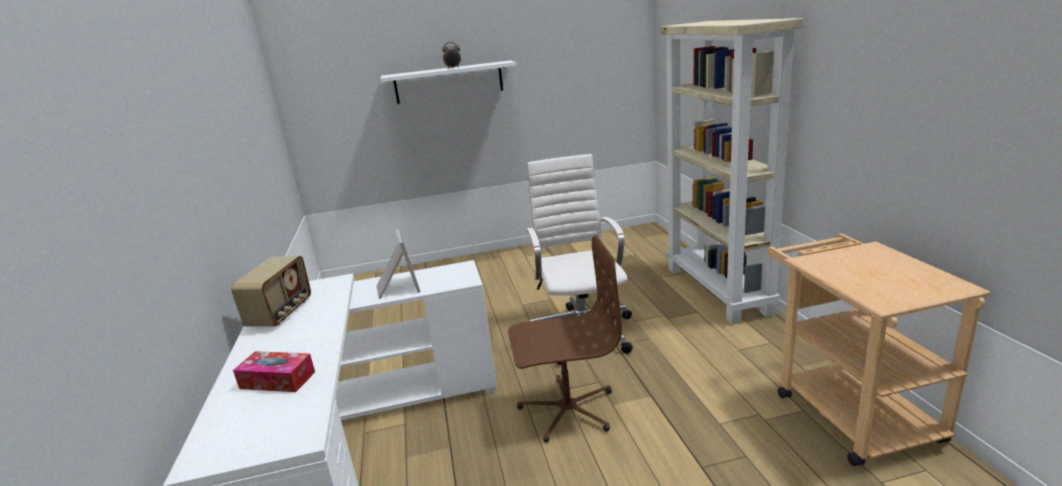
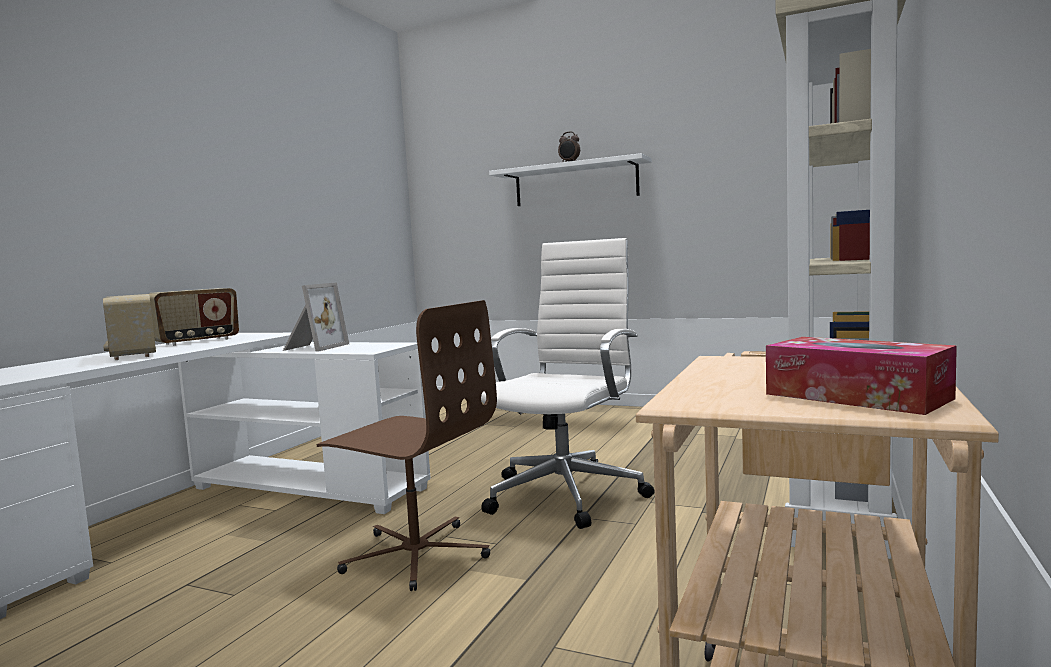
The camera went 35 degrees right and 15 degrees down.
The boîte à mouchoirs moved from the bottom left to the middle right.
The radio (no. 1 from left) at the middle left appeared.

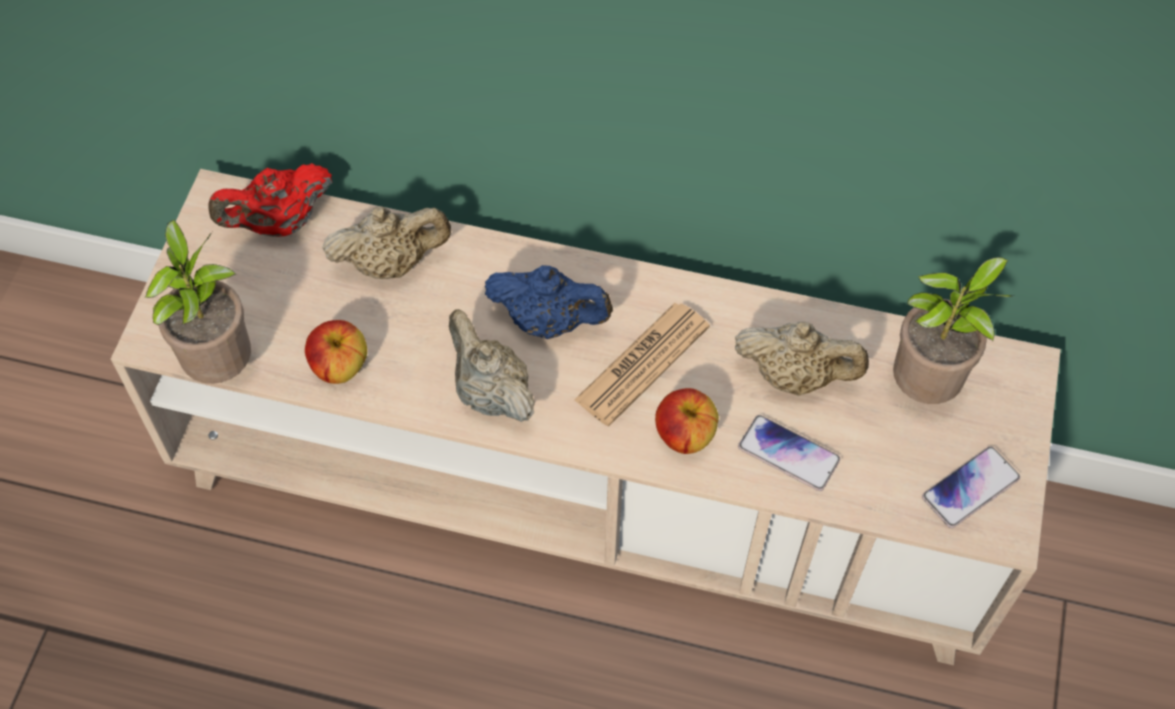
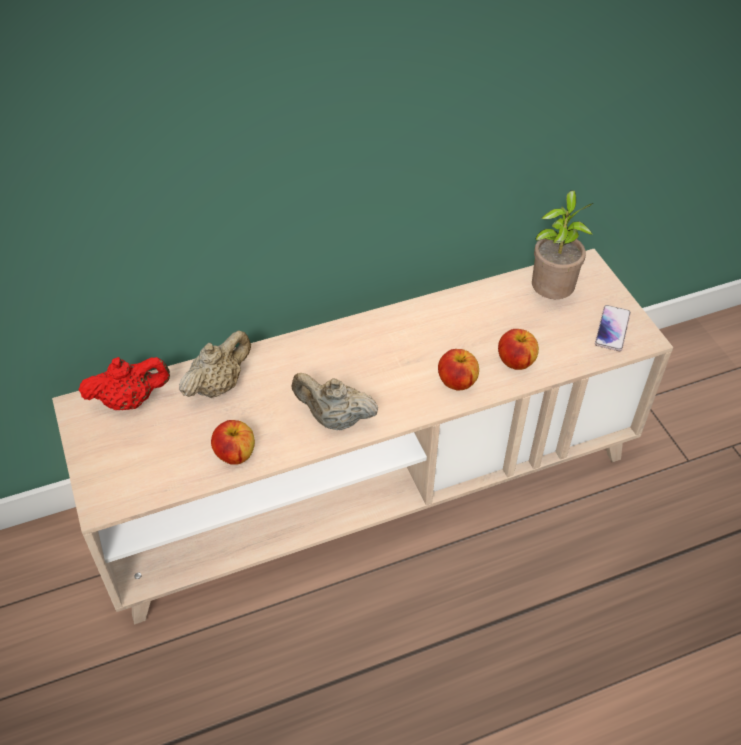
The camera went 35 degrees left and 10 degrees down.
The plante en pot (no. 1 from left) at the middle left disappeared.
The théière/rouge at the top left turned 135 degrees counterclockwise.
The théière/bleu at the centre disappeared.
The journal at the centre disappeared.
The théière/beige (no. 3 from left) at the middle right disappeared.
The téléphone (no. 1 from left) at the middle right was replaced by the pomme (no. 3 from left) at the middle right.

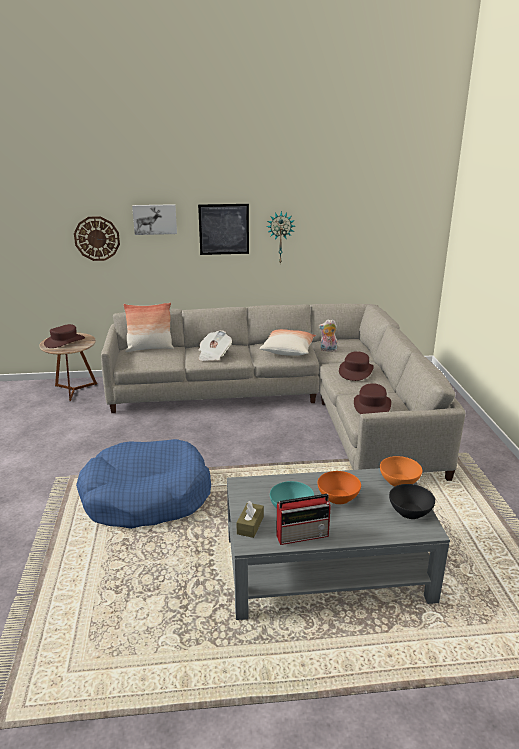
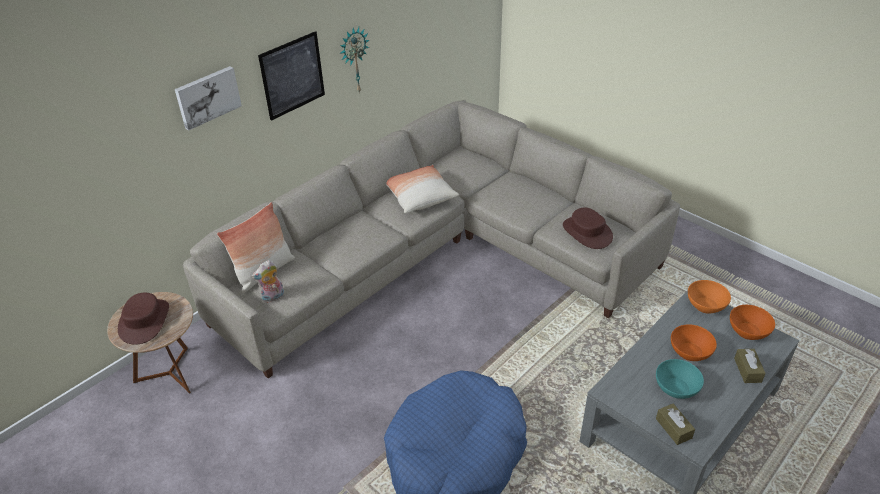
The camera went 40 degrees left and 15 degrees up.
The horloge murale (no. 1 from left) at the top left disappeared.
The journal at the centre disappeared.
The radio at the bottom centre disappeared.
The peluche moved from the centre to the middle left.
The chapeau/marron (no. 2 from left) at the middle right disappeared.
The bol/noir at the bottom right became the bol/orange (no. 3 from left) at the middle right.
The boîte à mouchoirs/marron (no. 2 from left) at the bottom right appeared.

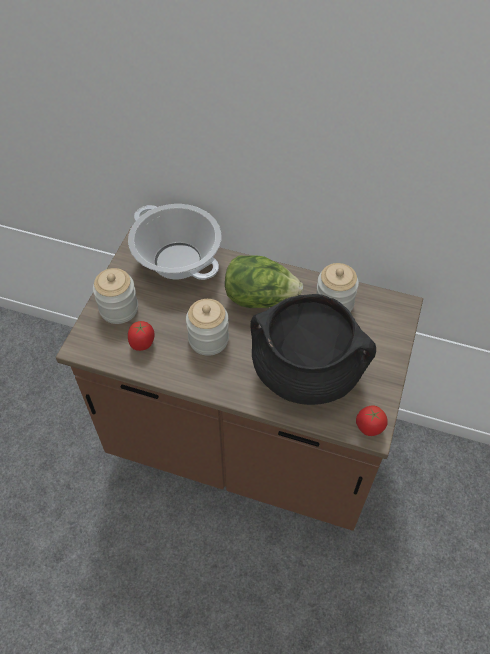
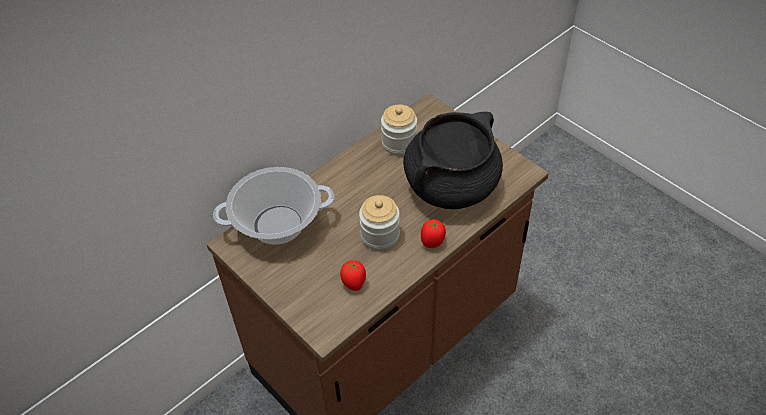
The camera went 60 degrees left and 5 degrees down.
The bocal (no. 1 from left) at the middle left disappeared.
The laitue at the centre disappeared.
The tomate (no. 2 from left) moved from the middle right to the centre.

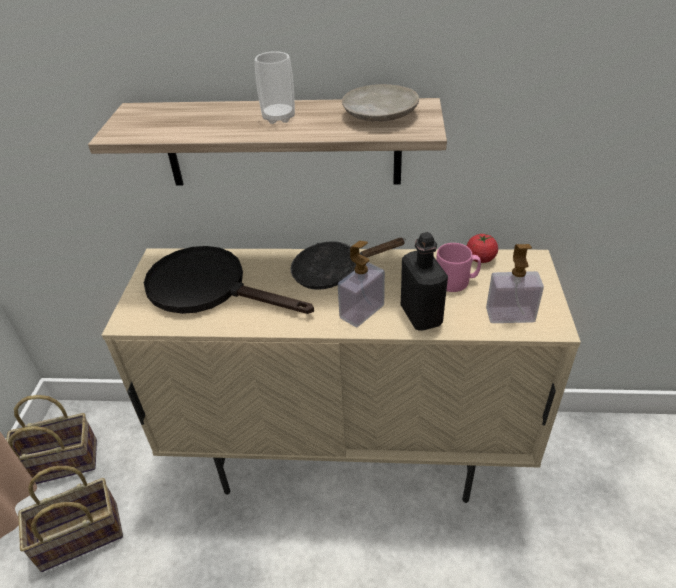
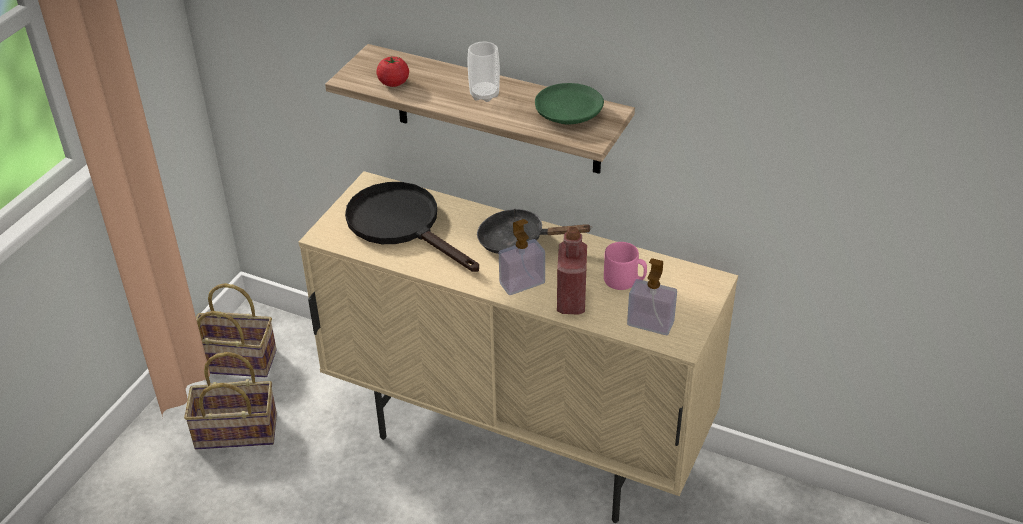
The camera went 20 degrees right and 0 degrees up.
The assiette/beige at the top centre became the assiette/vert at the top centre.
The bouteille/noir at the centre became the bouteille/rouge at the centre.
The tomate moved from the middle right to the top centre.

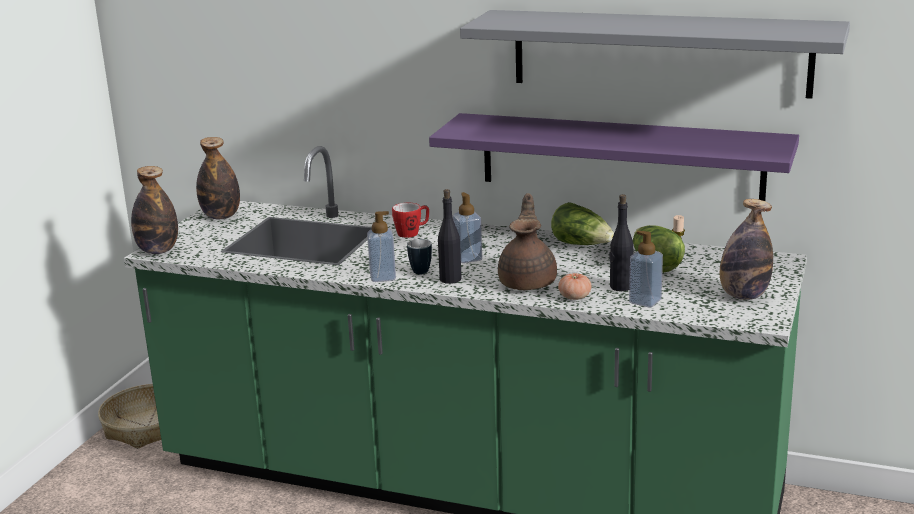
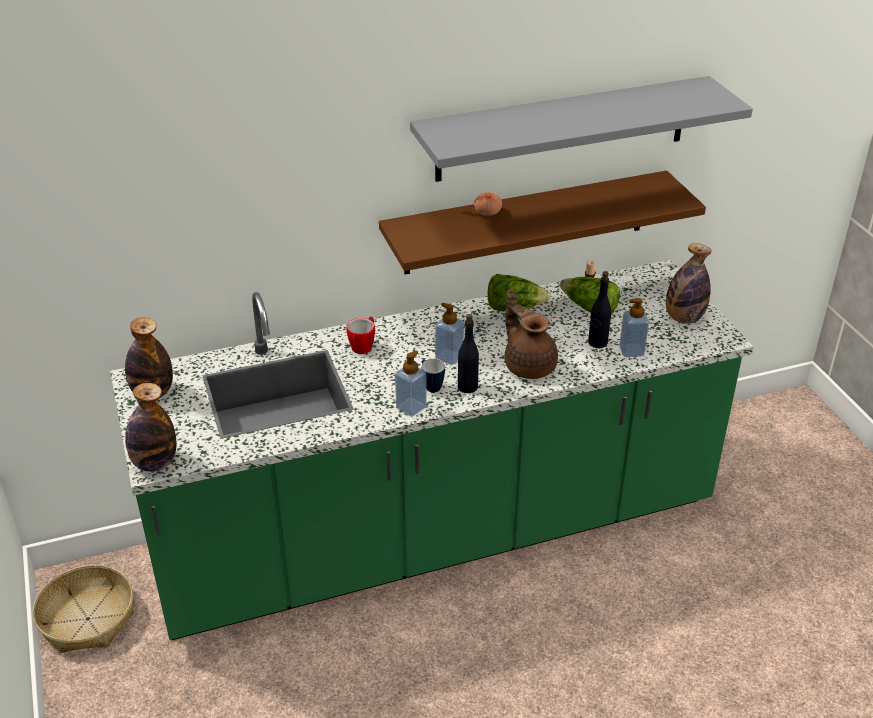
The camera went 40 degrees left and 15 degrees up.
The étagère/violet at the top right became the étagère/marron at the top centre.
The tomate moved from the centre to the top centre.

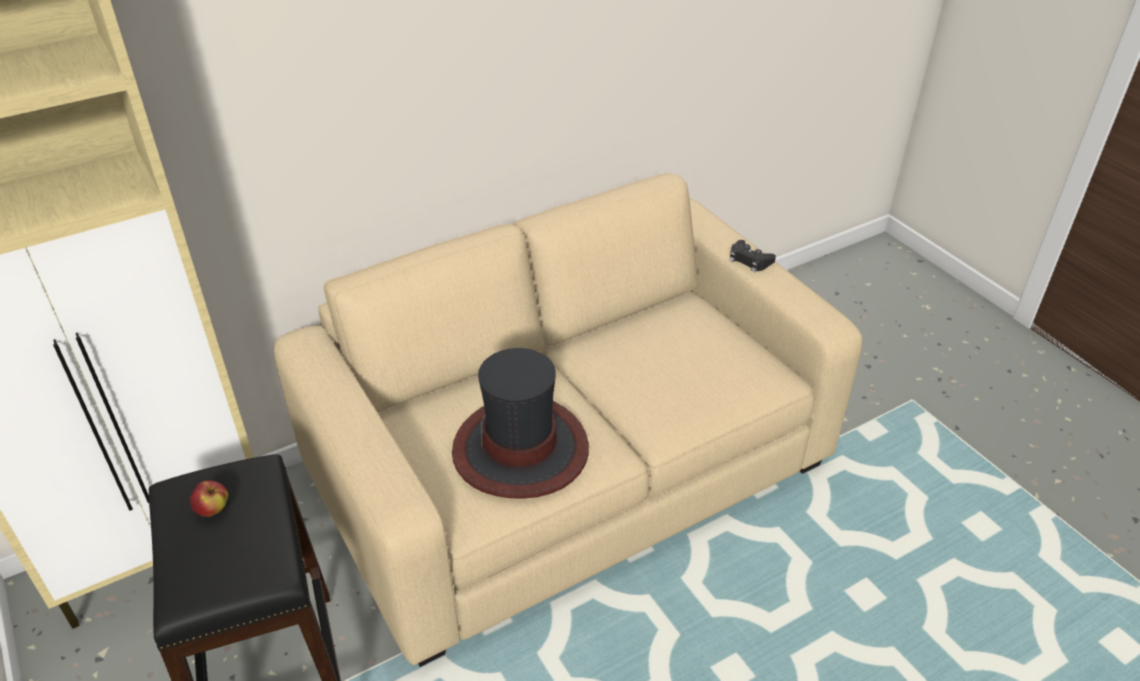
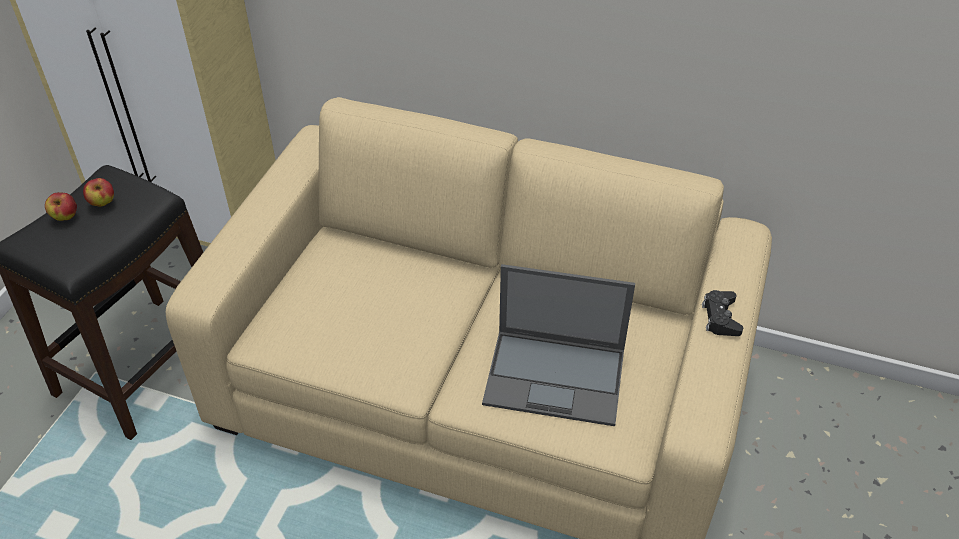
The camera went 50 degrees right and 5 degrees up.
The chapeau at the centre disappeared.
The pomme (no. 1 from left) at the middle left appeared.
The ordinateur portable at the centre appeared.

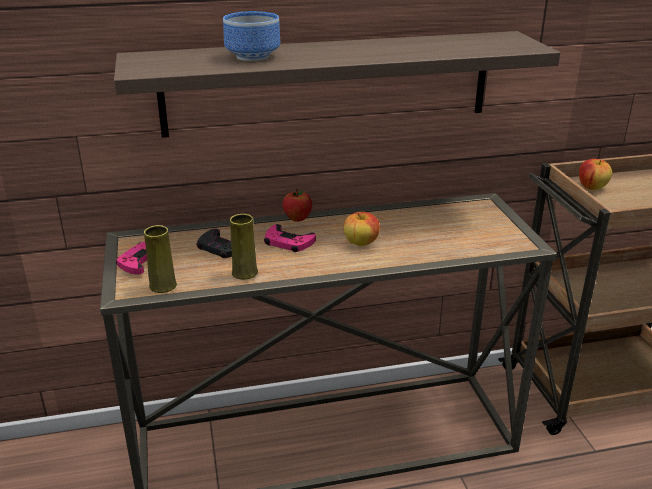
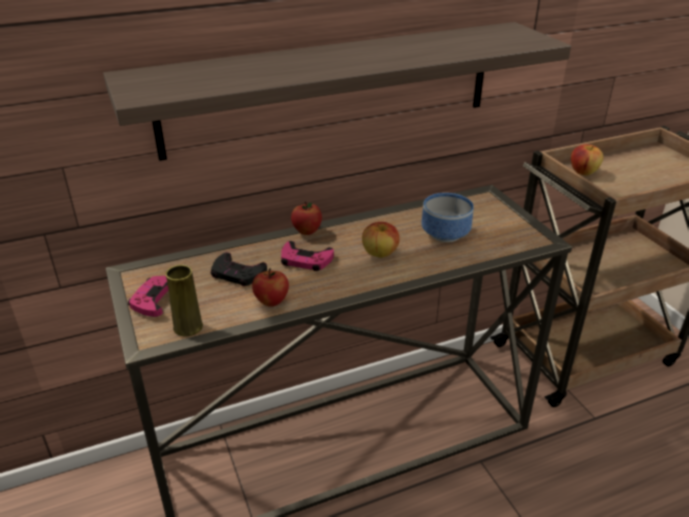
The camera went 10 degrees left and 5 degrees up.
The bol moved from the top centre to the centre.
The vase/jaune (no. 2 from left) at the centre was replaced by the pomme (no. 1 from left) at the centre.

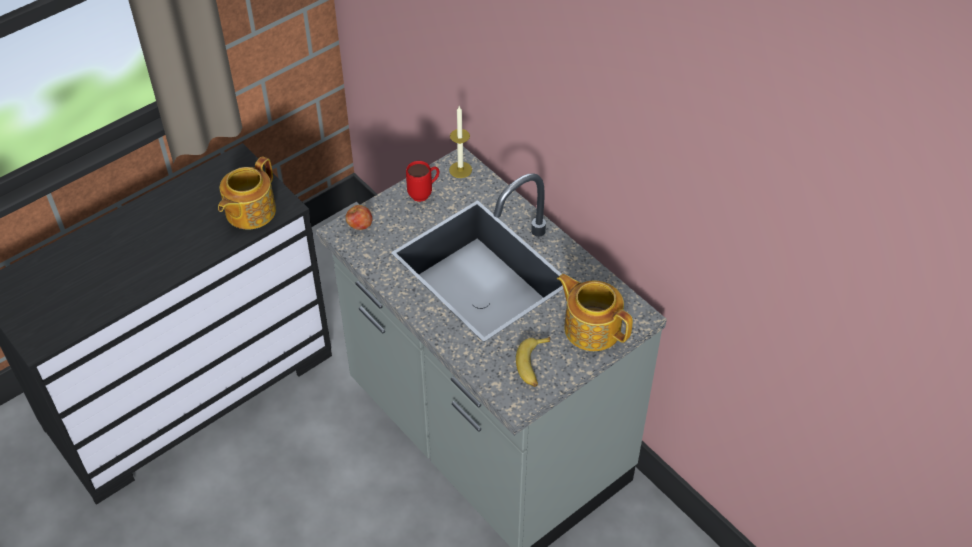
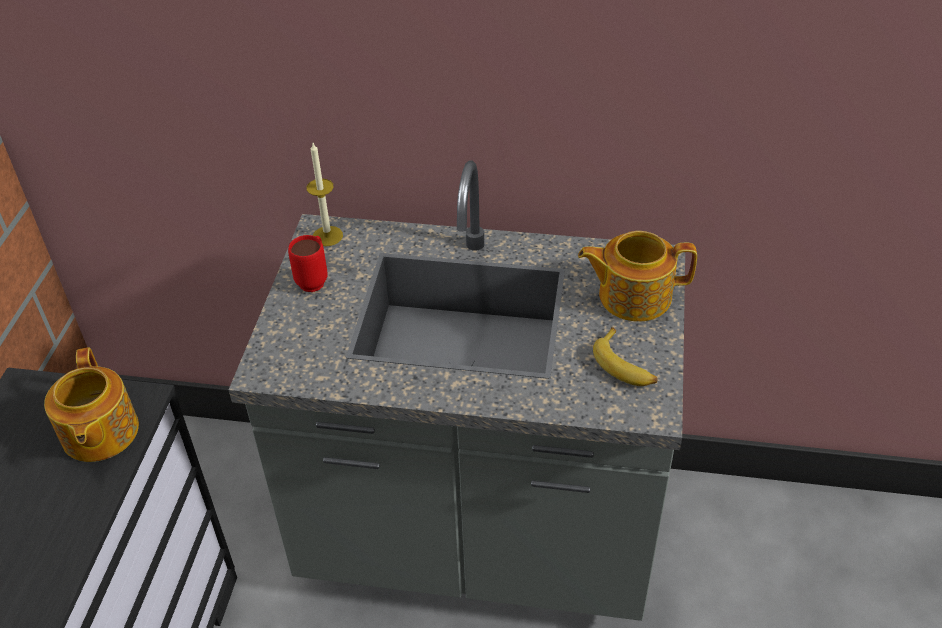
The camera went 40 degrees left and 5 degrees down.
The pomme at the centre disappeared.

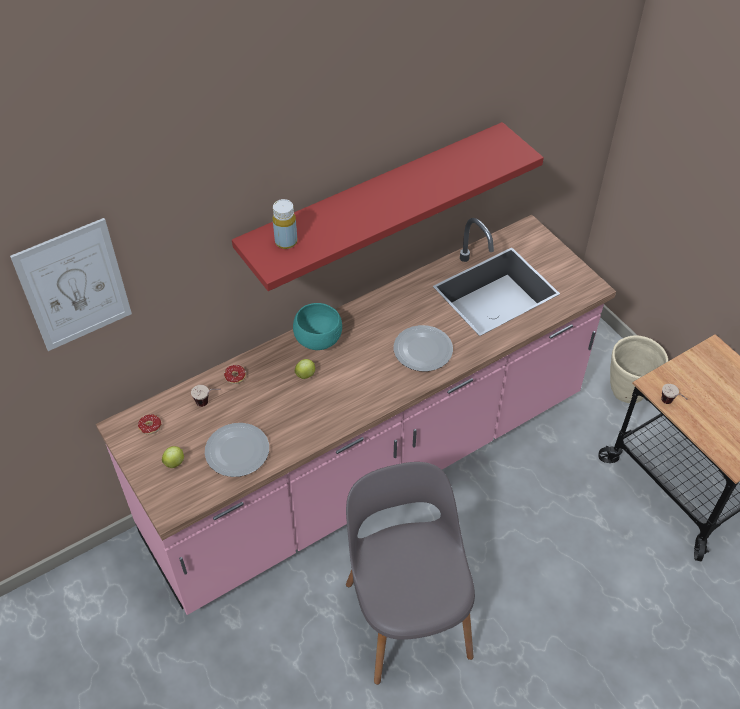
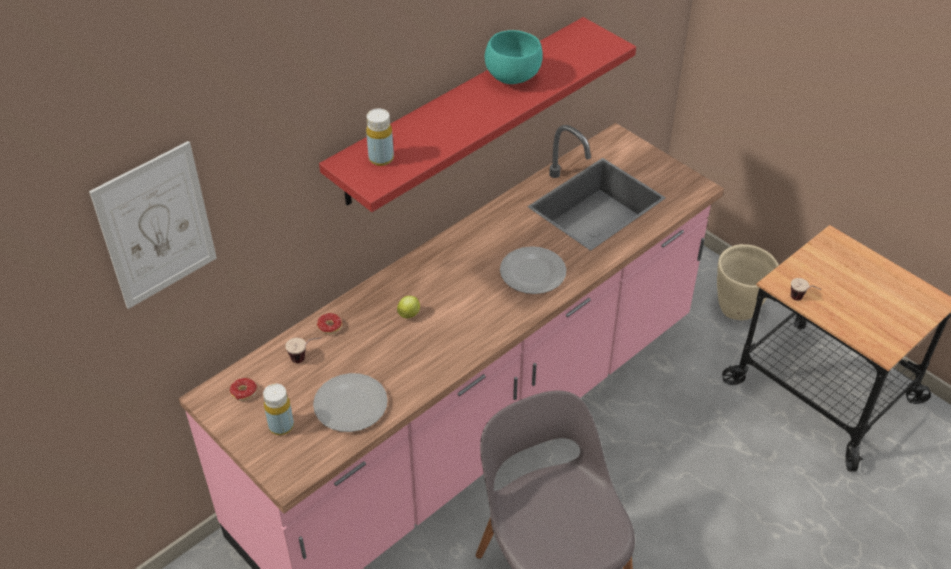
The camera went 10 degrees left and 5 degrees down.
The pomme (no. 1 from left) at the middle left was replaced by the bouteille/jaune (no. 1 from left) at the bottom left.
The bol/turquoise moved from the centre to the top centre.

